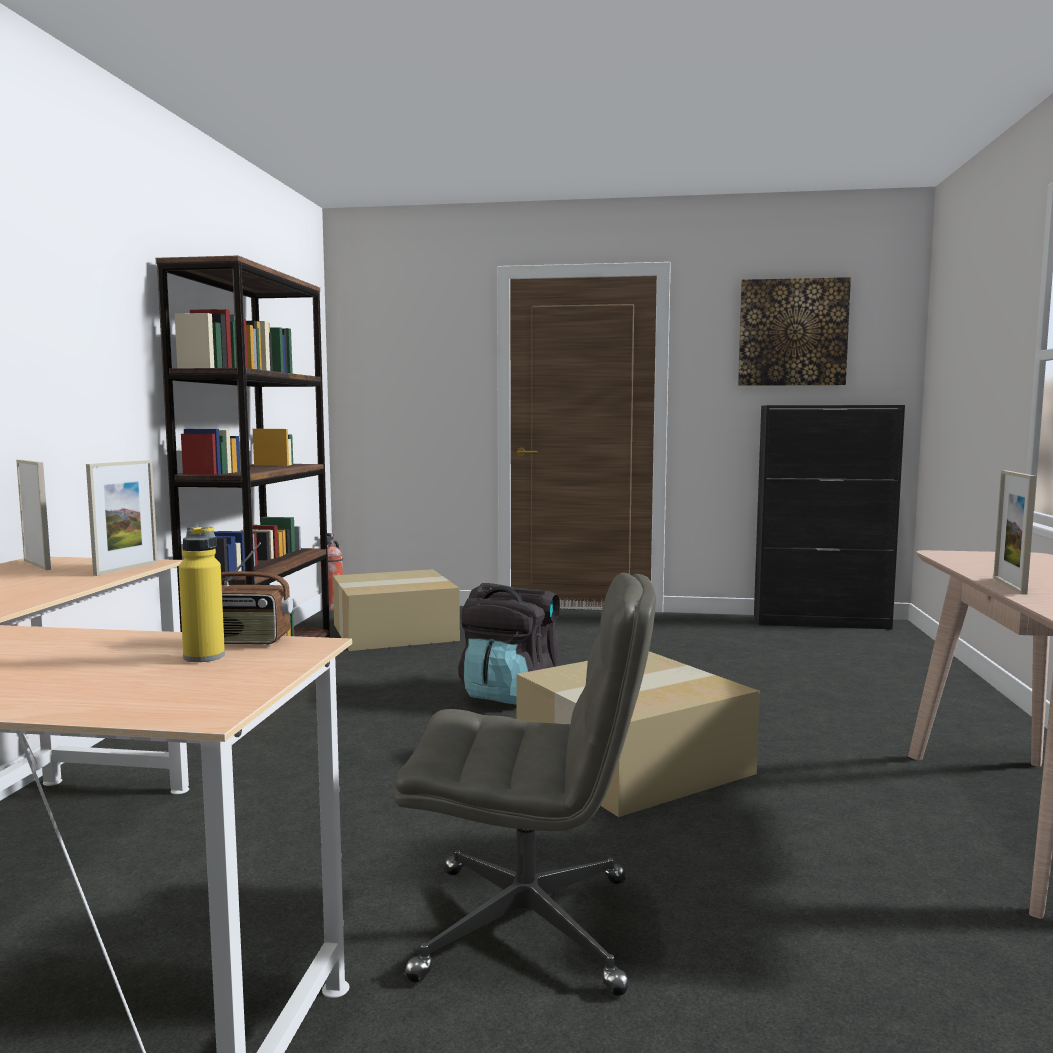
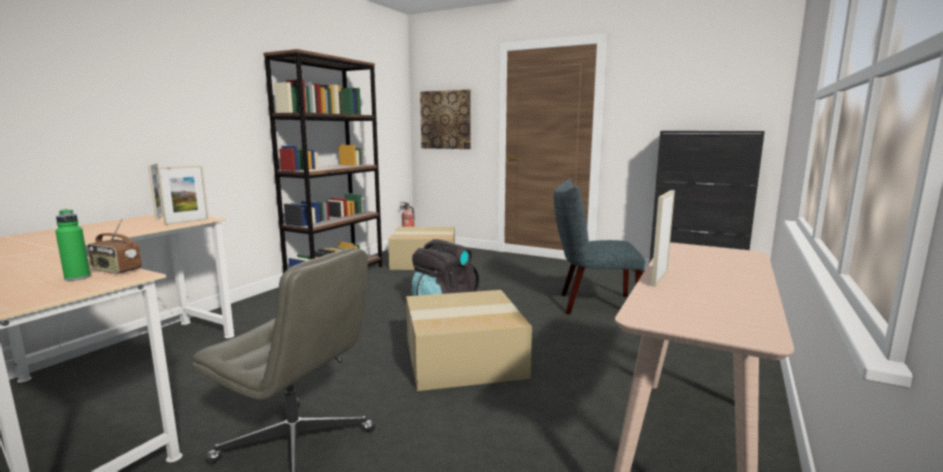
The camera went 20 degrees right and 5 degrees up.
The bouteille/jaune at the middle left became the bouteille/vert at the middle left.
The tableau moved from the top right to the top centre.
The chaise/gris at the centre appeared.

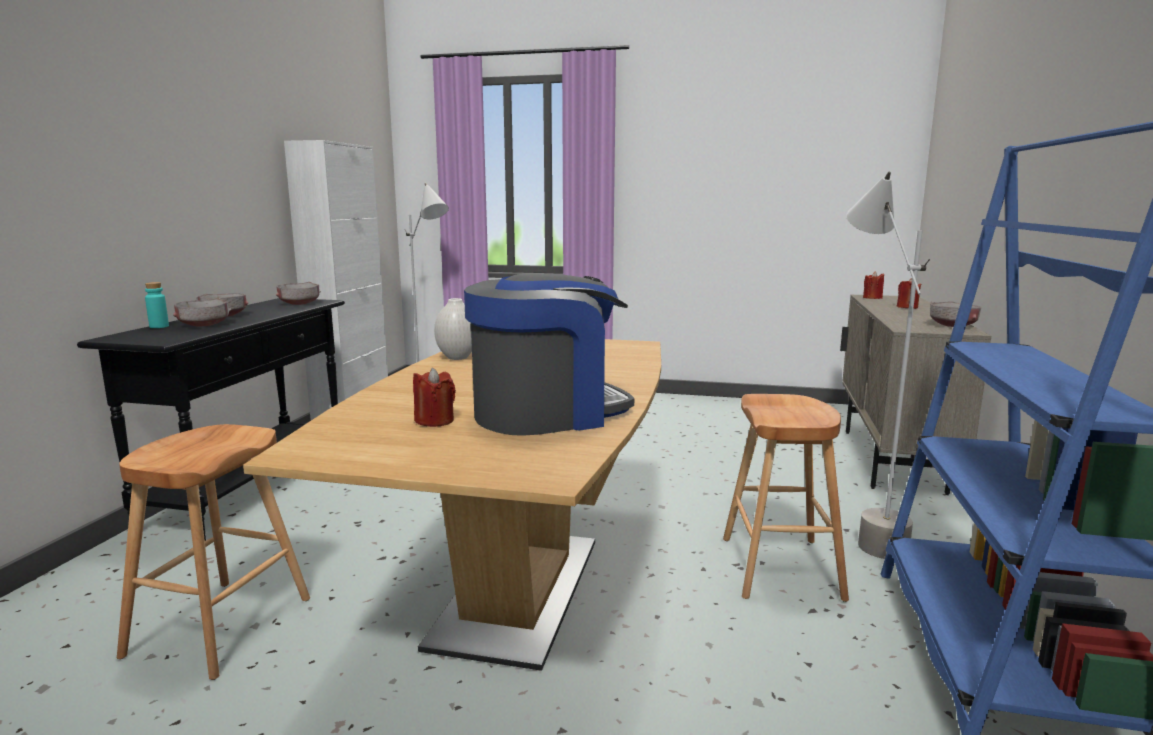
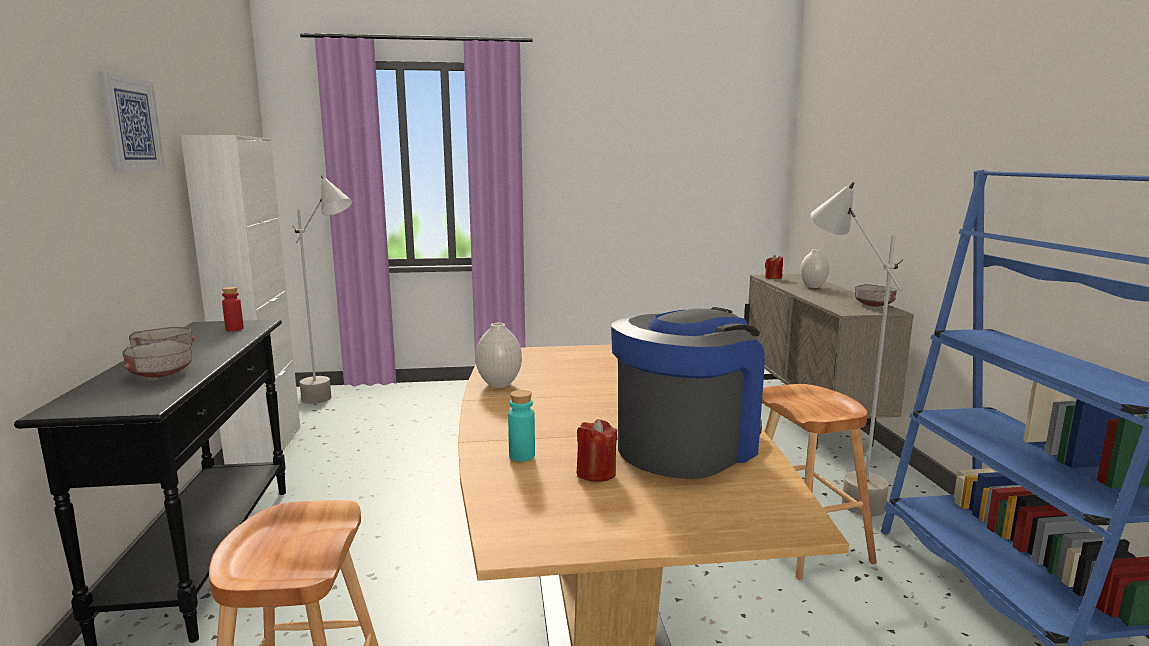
The camera went 20 degrees left and 0 degrees up.
The bouteille/turquoise moved from the middle left to the centre.
The bol/gris (no. 3 from left) at the middle left was replaced by the bouteille/rouge at the middle left.
The bougie/rouge (no. 3 from left) at the middle right was replaced by the vase/blanc (no. 2 from left) at the middle right.
The tableau at the top left appeared.

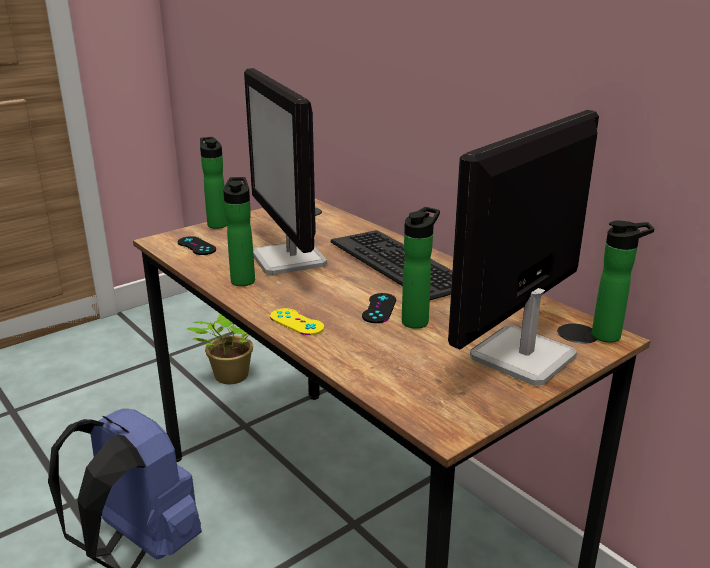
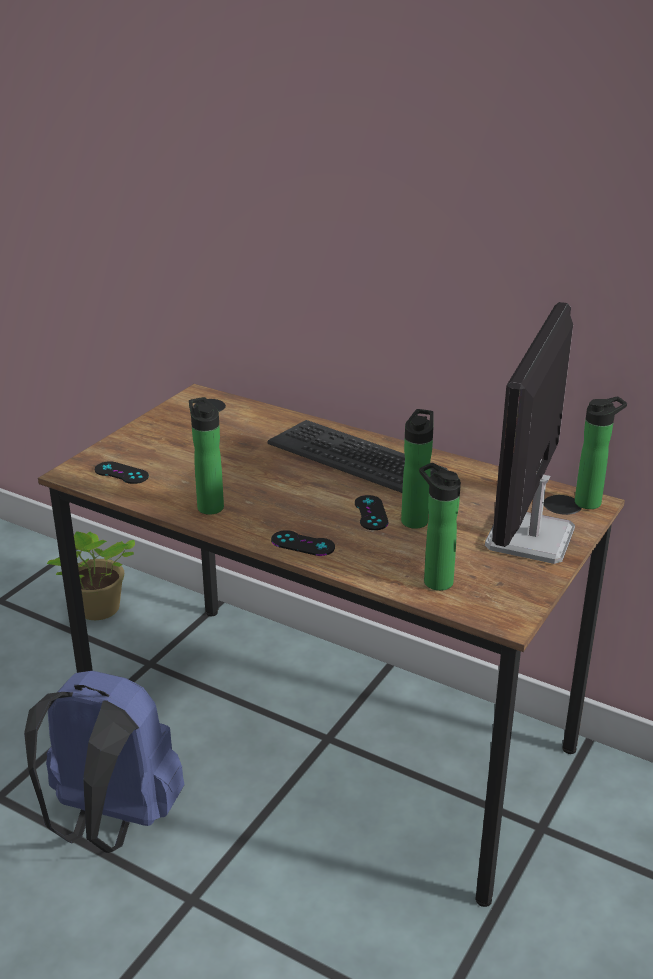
The camera went 20 degrees left and 5 degrees up.
The bouteille (no. 1 from left in the first image) moved from the top left to the middle right.
The écran d'ordinateur (no. 1 from left) at the top centre disappeared.
The manette/jaune at the centre became the manette/noir (no. 2 from left) at the centre.

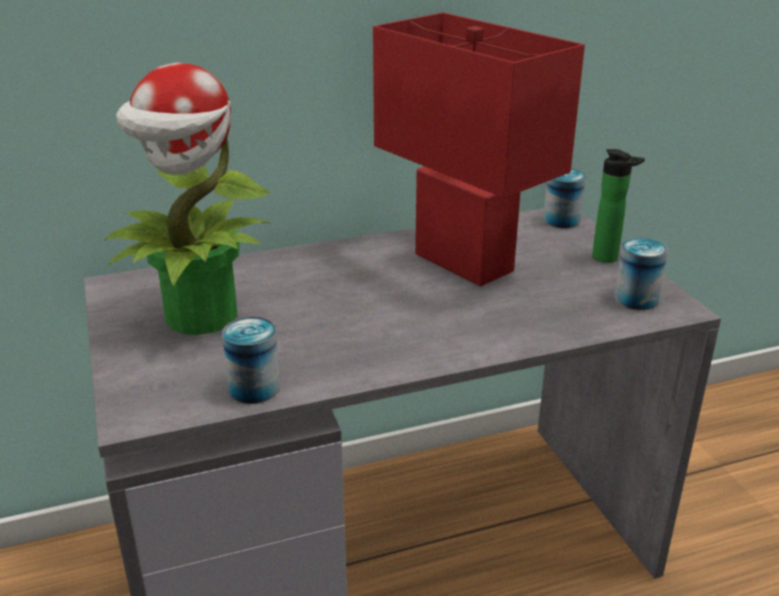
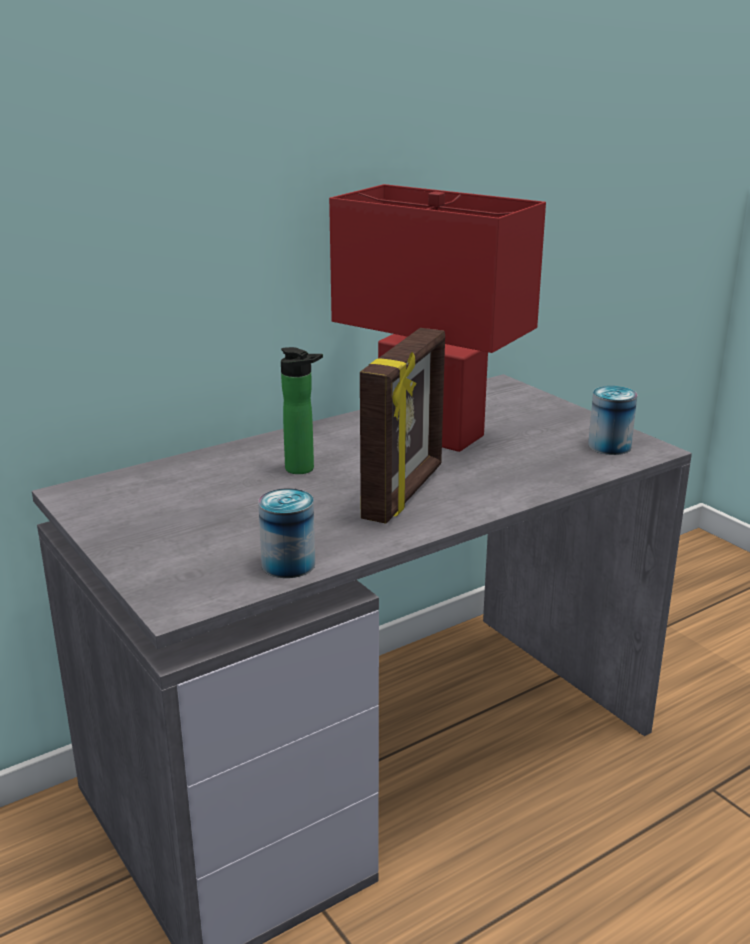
The camera went 15 degrees left and 5 degrees down.
The plante en pot at the top left disappeared.
The boîte métallique (no. 2 from left) at the top right disappeared.
The bouteille moved from the middle right to the centre.
The cadre photo at the centre appeared.

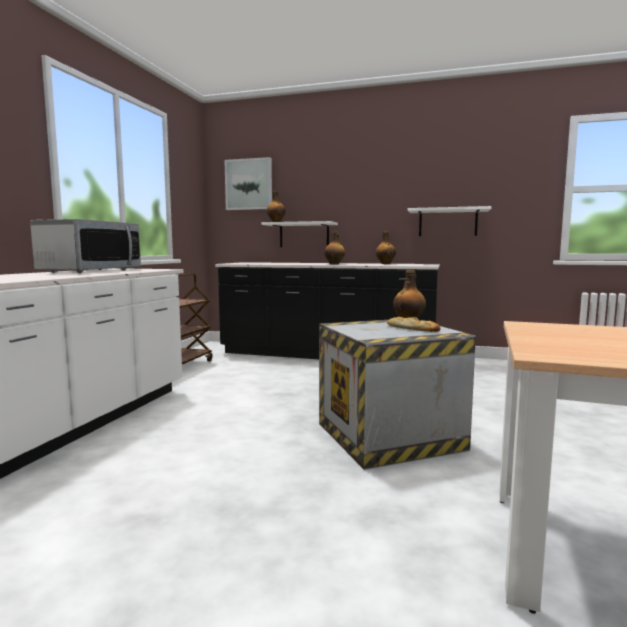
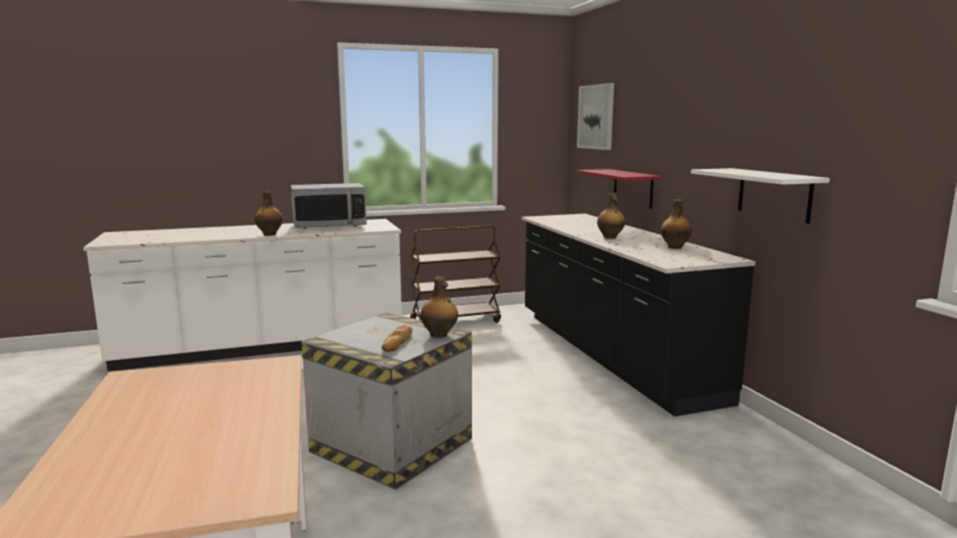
The camera went 55 degrees right and 5 degrees up.
The étagère/blanc (no. 1 from left) at the centre became the étagère/rouge at the centre.
The bouteille (no. 1 from left) moved from the top centre to the middle left.

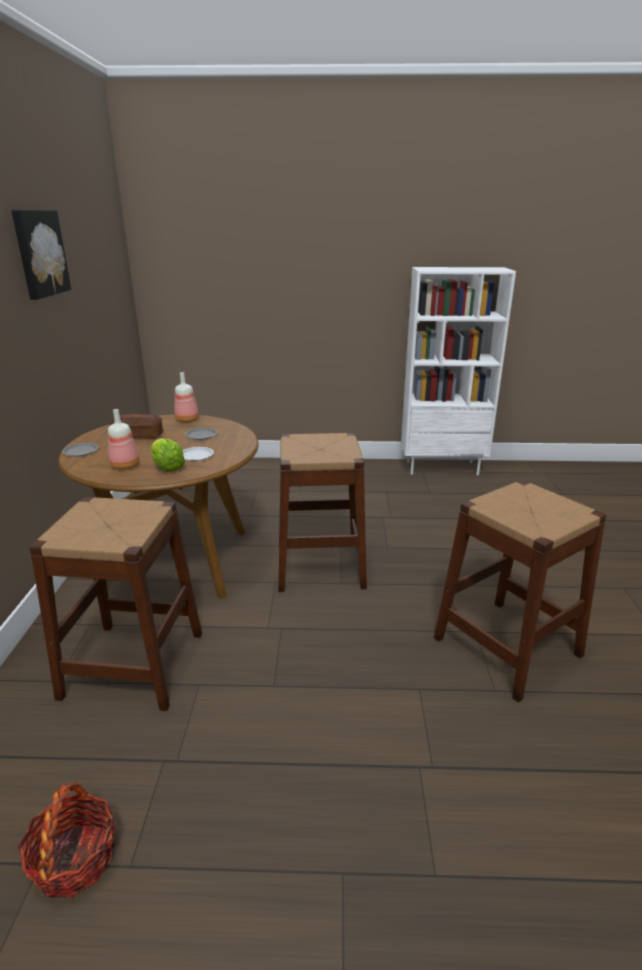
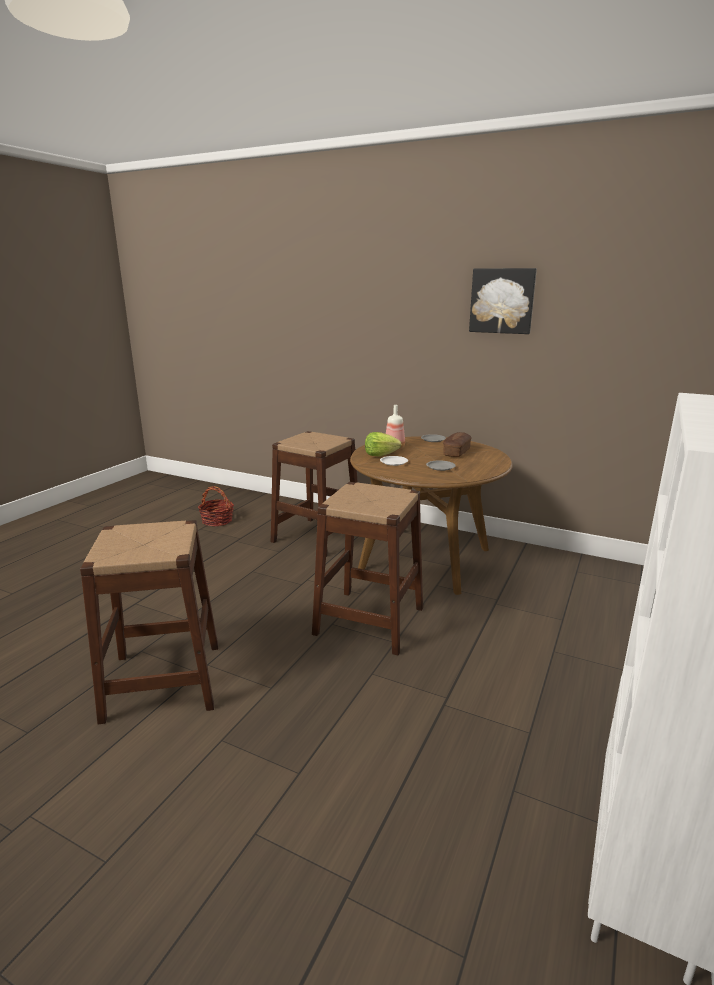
The camera went 115 degrees right and 5 degrees down.
The bouteille (no. 2 from left) at the middle left disappeared.

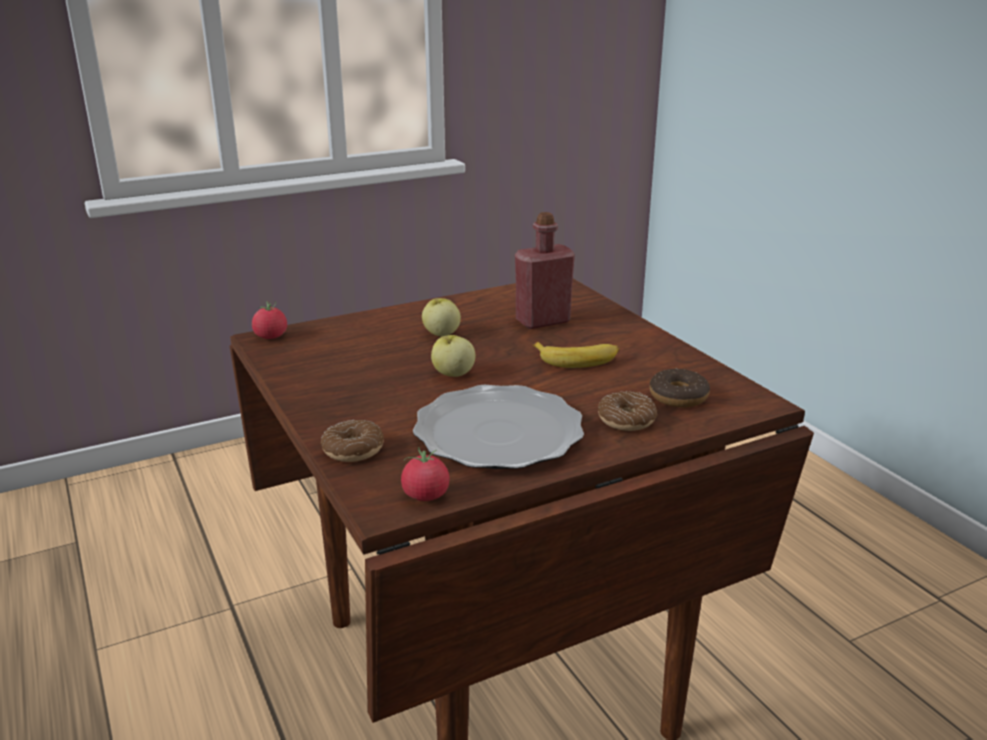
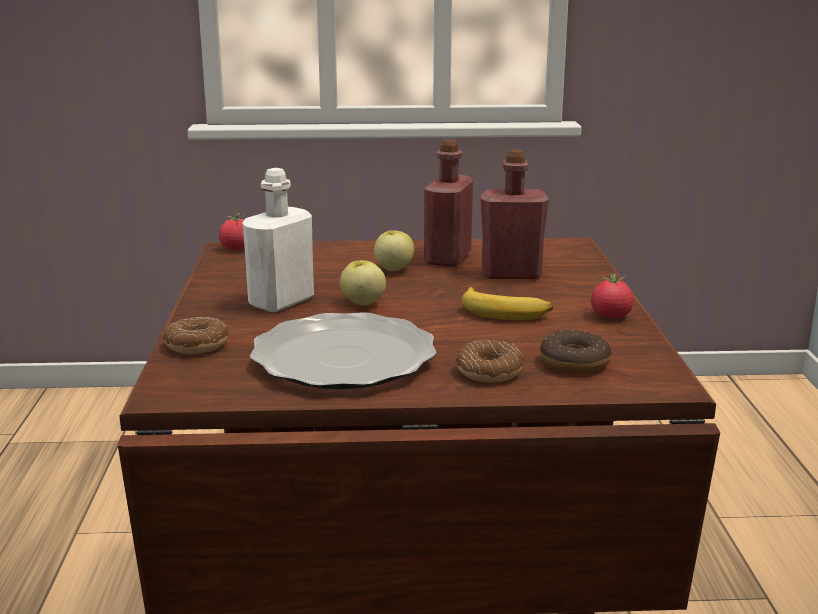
The camera went 25 degrees right and 5 degrees down.
The tomate (no. 2 from left) moved from the centre to the middle right.
The bouteille/blanc at the centre appeared.
The bouteille/rouge (no. 1 from left) at the top centre appeared.

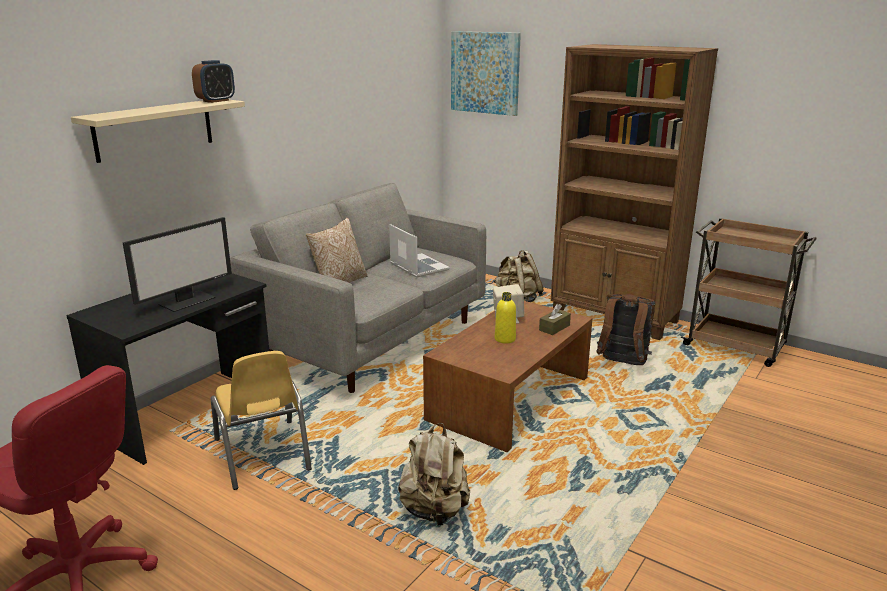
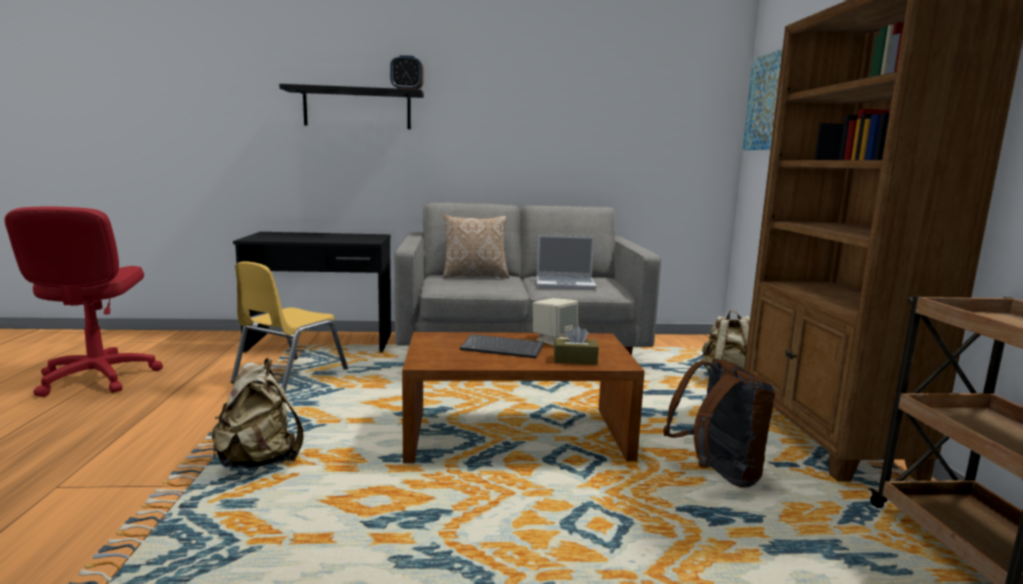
The camera went 50 degrees right and 10 degrees down.
The étagère/beige at the top left became the étagère/noir at the top centre.
The écran d'ordinateur at the middle left disappeared.
The ordinateur portable at the centre turned 75 degrees clockwise.
The bouteille/jaune at the centre was replaced by the clavier at the centre.

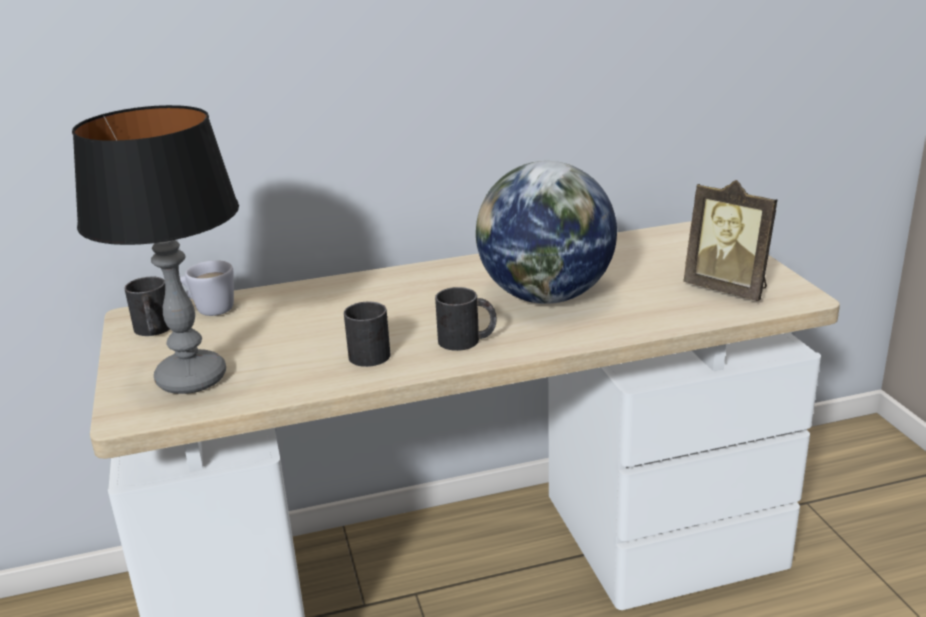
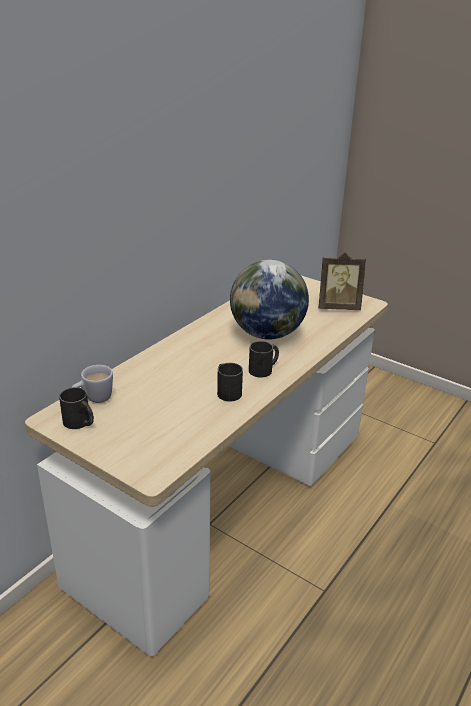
The camera went 40 degrees left and 5 degrees up.
The lampe de table at the middle left disappeared.

